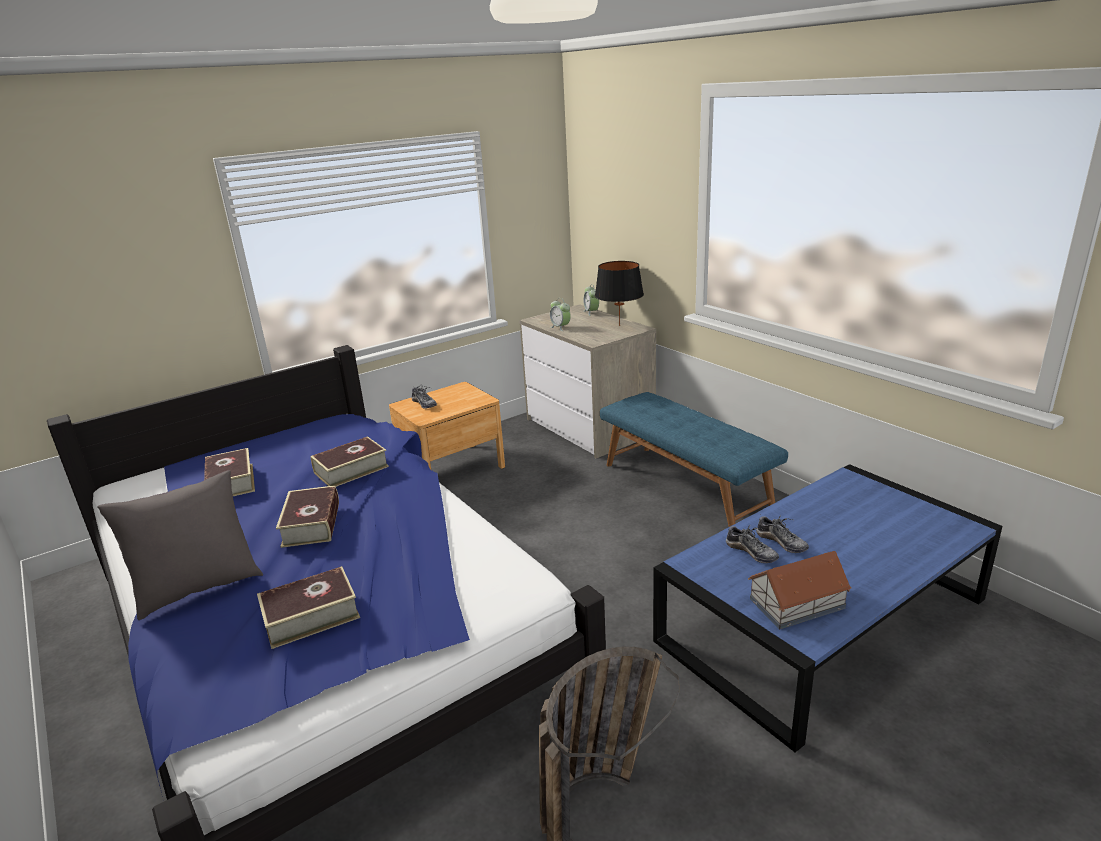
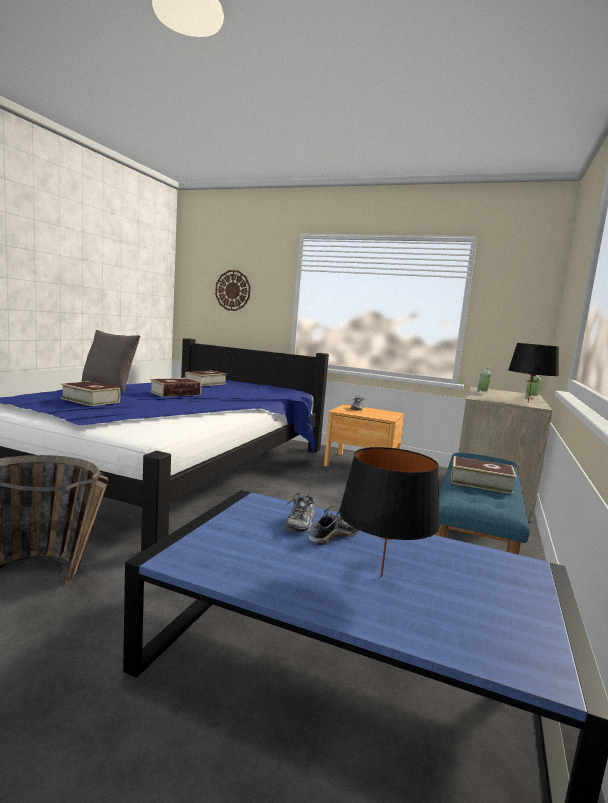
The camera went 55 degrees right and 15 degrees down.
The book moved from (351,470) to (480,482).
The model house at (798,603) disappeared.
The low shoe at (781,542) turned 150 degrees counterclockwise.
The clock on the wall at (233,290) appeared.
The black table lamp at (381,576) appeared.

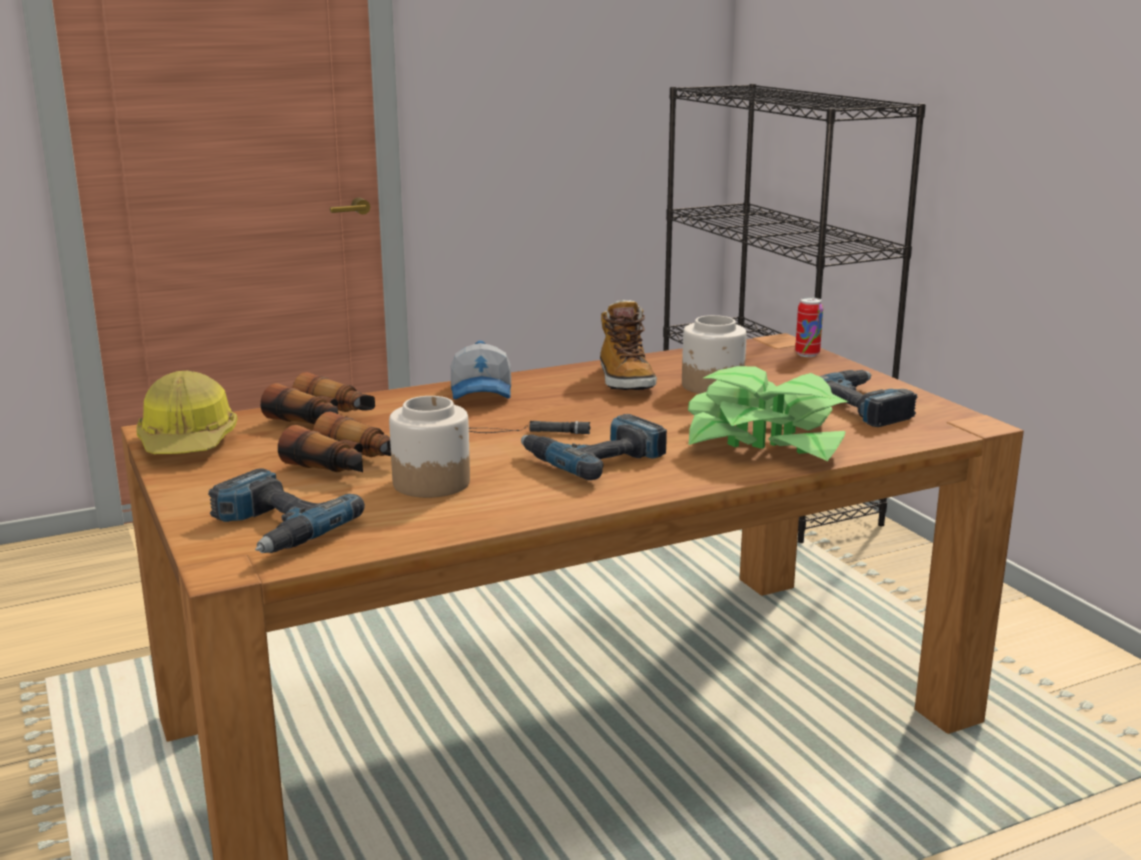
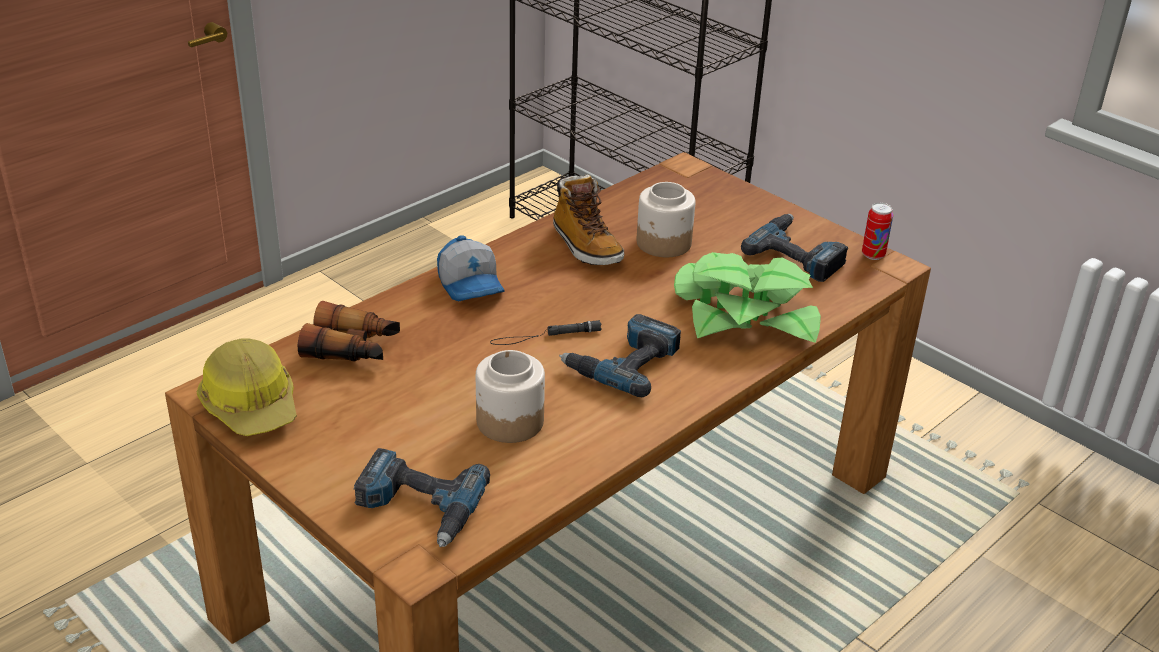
The camera went 20 degrees left and 15 degrees up.
The pair of binoculars at (346,465) disappeared.
The metal can moved from (807,354) to (873,255).

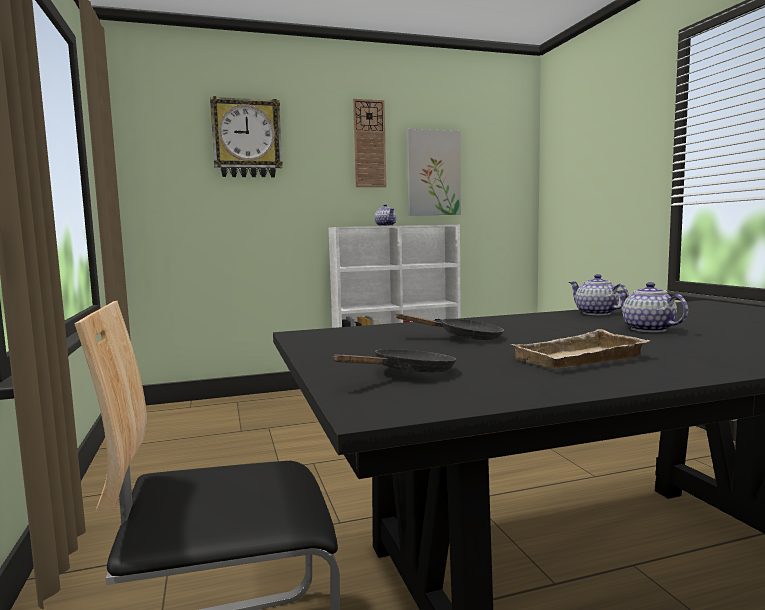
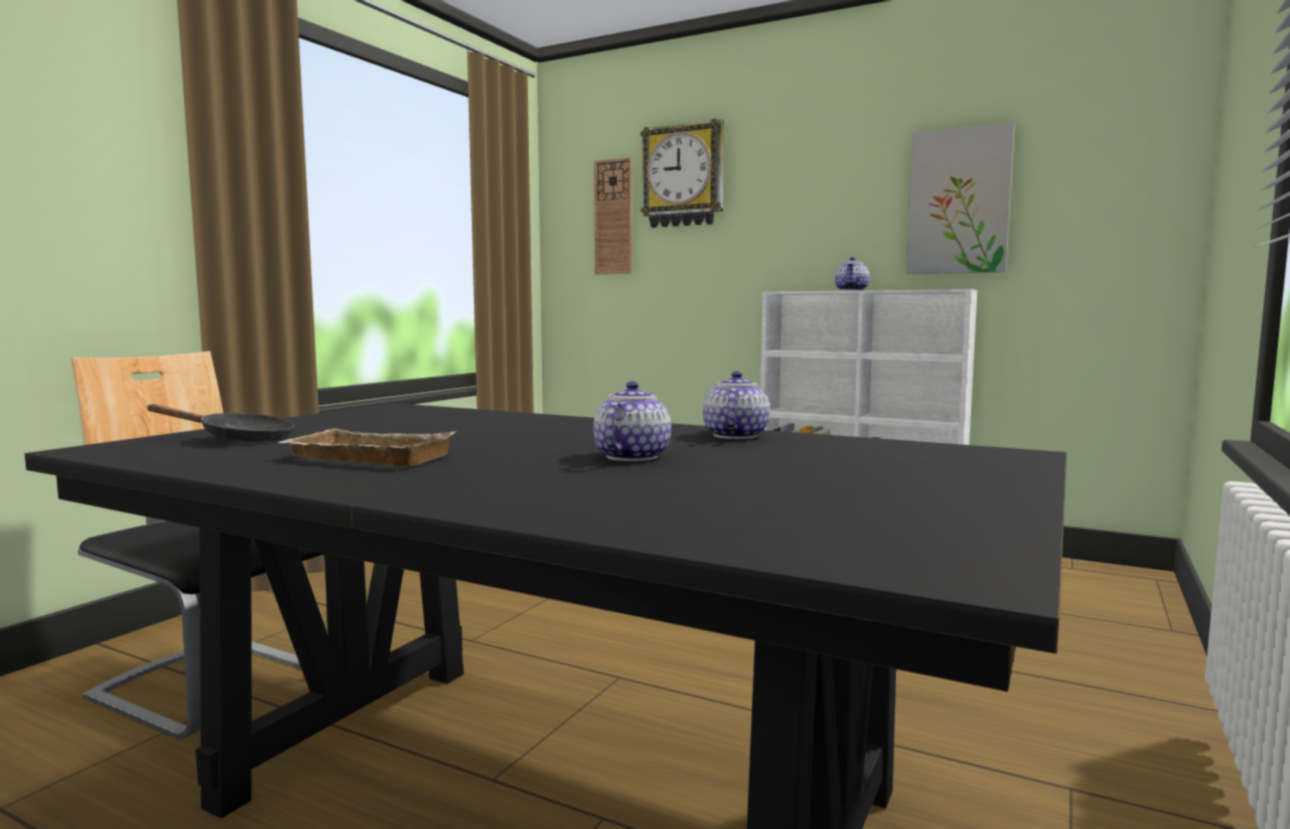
The camera went 45 degrees right and 0 degrees up.
The clock on the wall moved from (369,144) to (614,217).
The black frying pan at (464,338) disappeared.

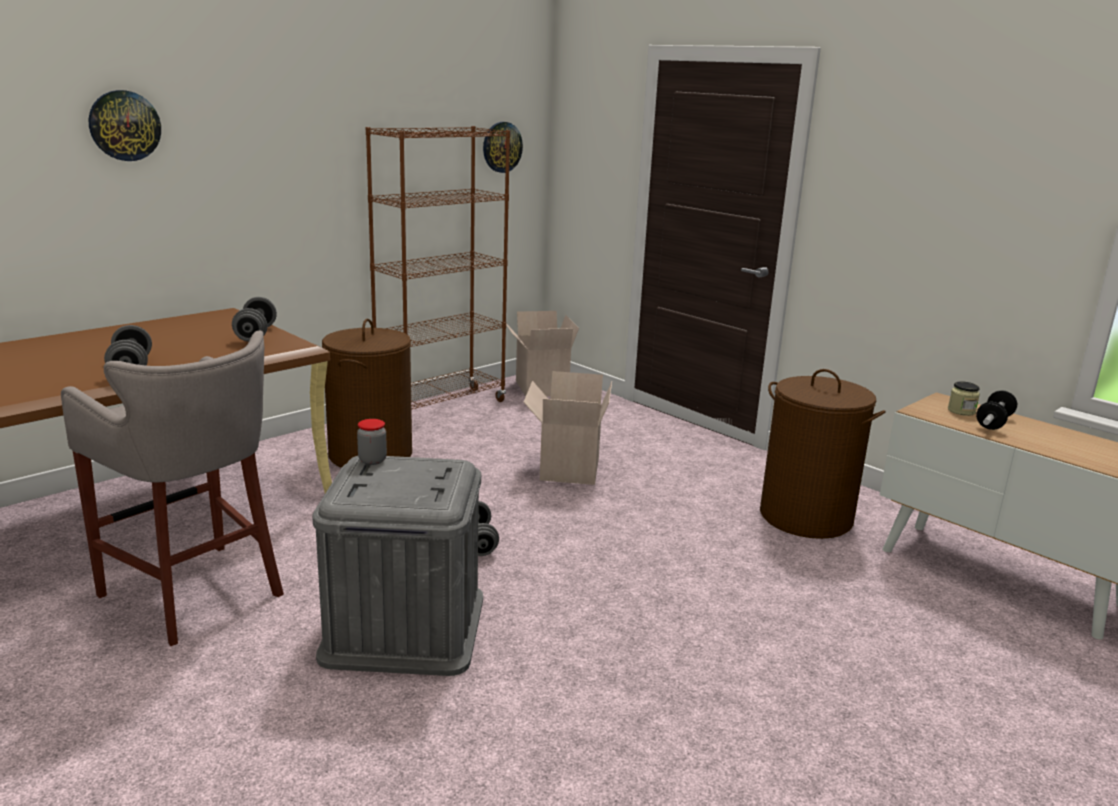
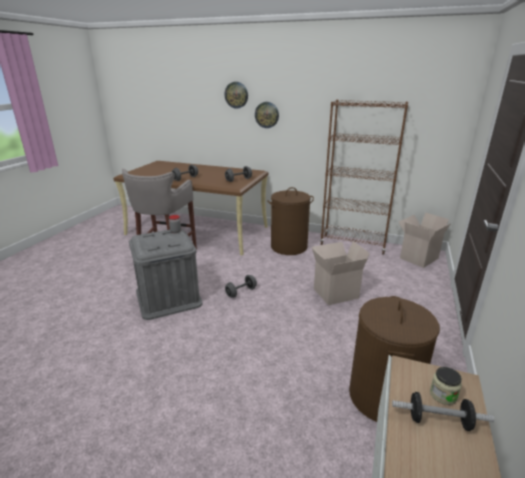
The camera went 65 degrees right and 5 degrees up.
The clock on the wall moved from (502,147) to (267,115).

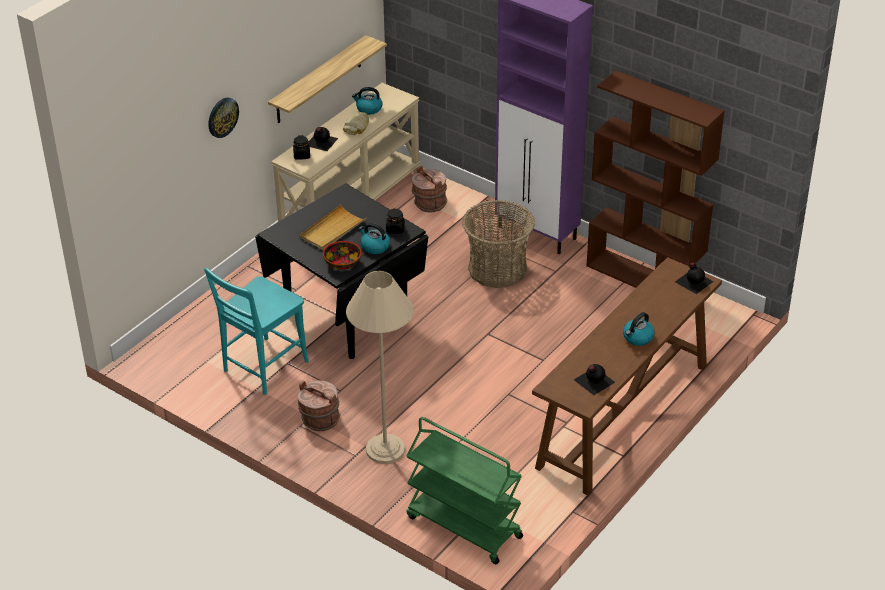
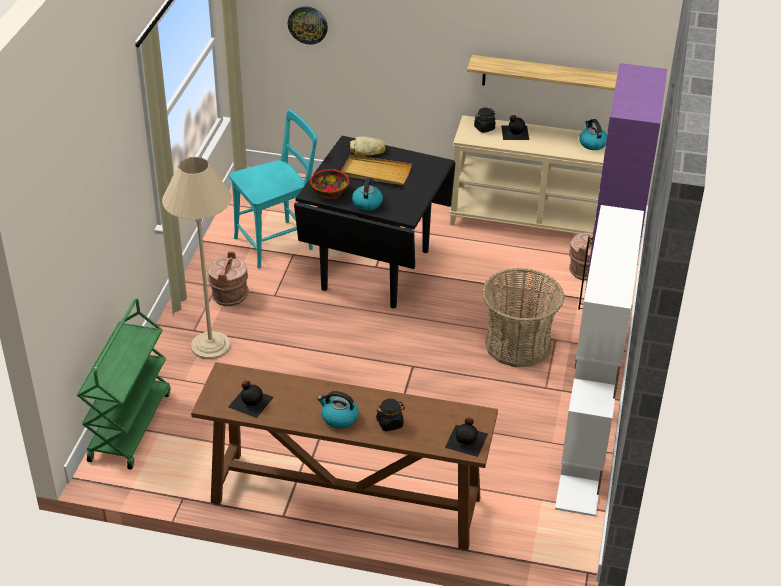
The camera went 65 degrees right and 0 degrees up.
The turquoise-coloured upright chair at (262,368) turned 135 degrees clockwise.
The clock on the wall moved from (222,117) to (308,24).
The bakery bread moved from (357,127) to (367,150).
The black jar moved from (395,229) to (390,423).
The brown shelving unit at (644,279) became the whitish shelving unit at (584,461).

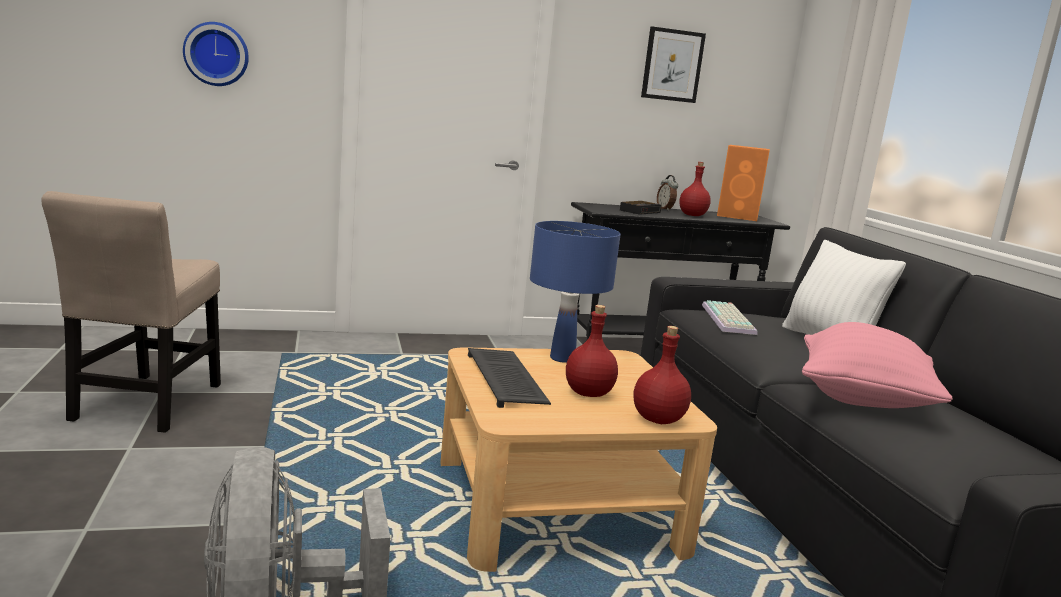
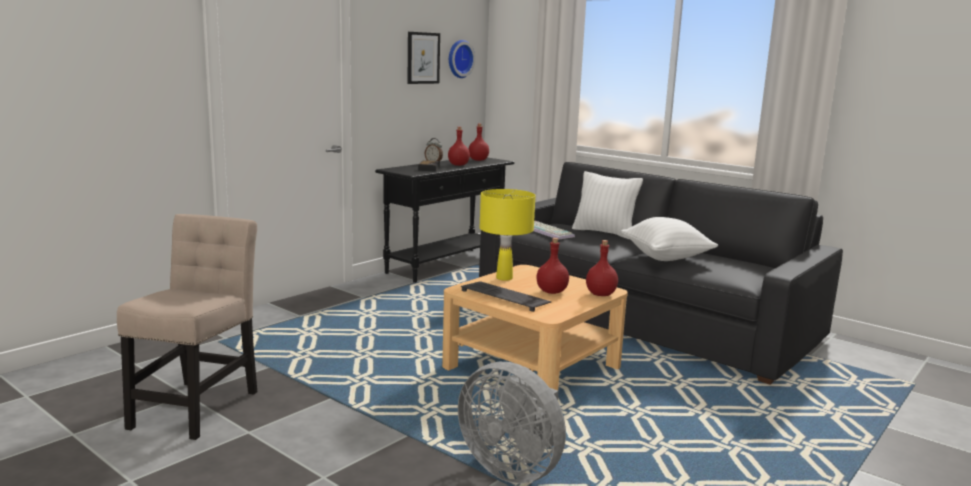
The camera went 35 degrees left and 0 degrees up.
The sand-coloured upright chair at (146,405) turned 135 degrees counterclockwise.
The clock on the wall moved from (216,54) to (459,59).
The bluish table lamp at (562,358) became the yellowish table lamp at (504,278).
The orange-coloured speaker at (738,216) was replaced by the red-coloured beverage bottle at (478,160).
The pinkish cushion at (862,400) became the whitish cushion at (665,258).

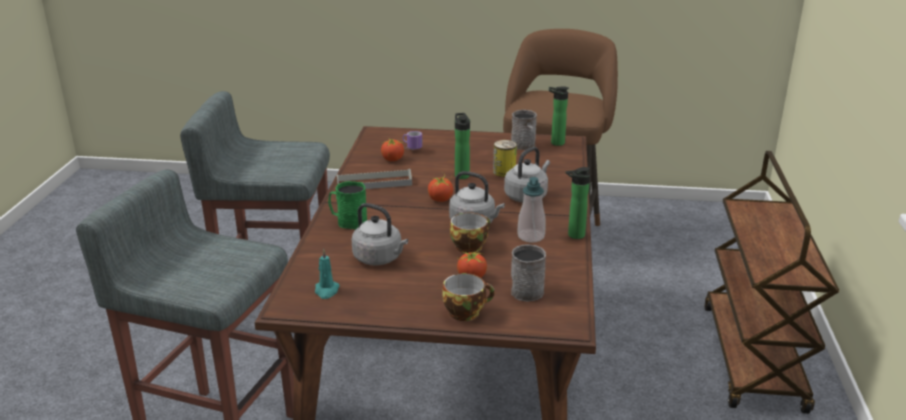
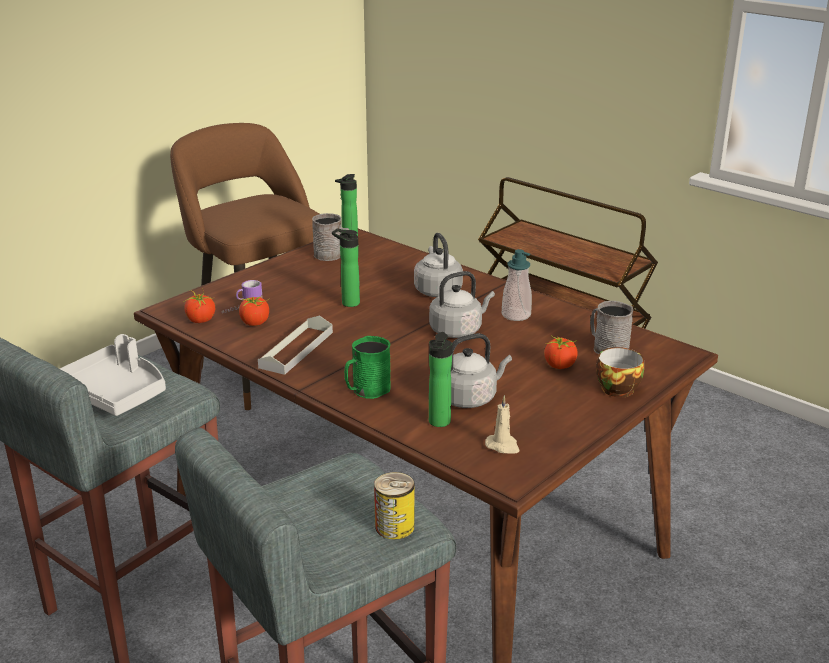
The camera went 55 degrees left and 0 degrees up.
The turquoise-coloured candle at (326,291) became the sand-coloured candle at (503,446).
The whole tomato moved from (440,199) to (200,320).
The small cup at (469,246) disappeared.
The metal can moved from (504,172) to (394,526).
The beverage bottle moved from (574,235) to (439,423).
The grey carrying tray at (115,392) appeared.

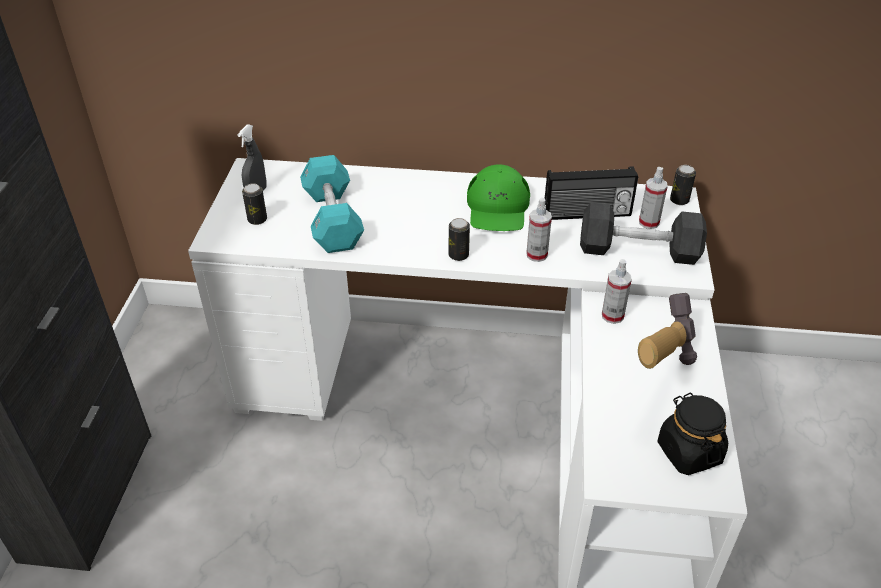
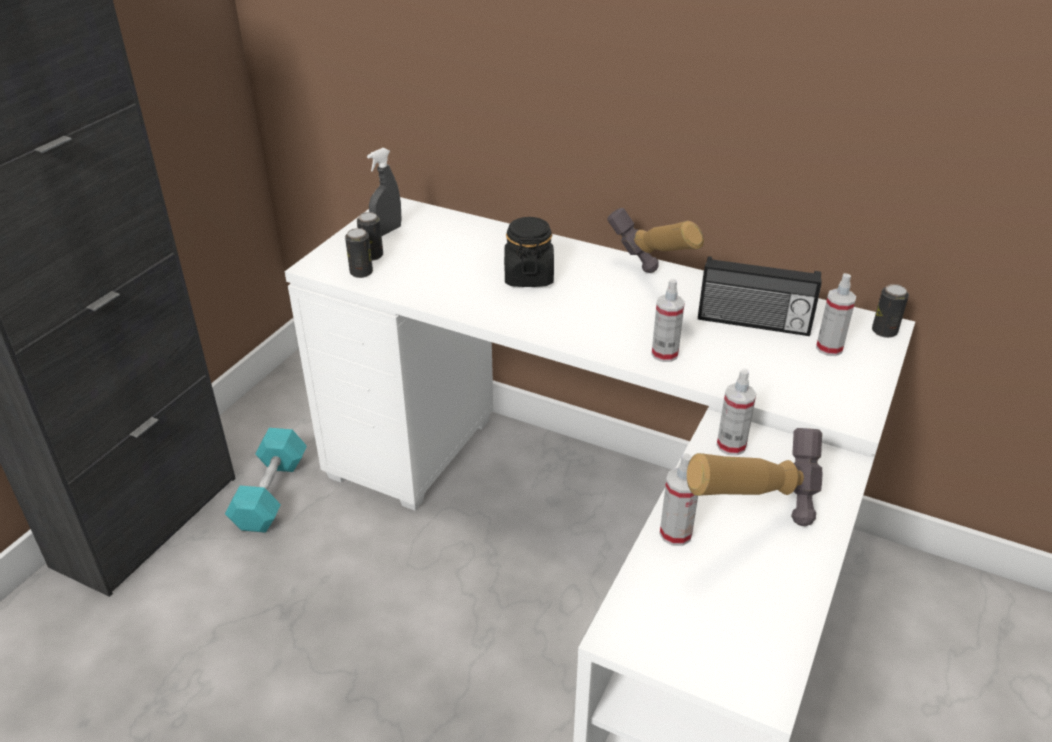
The camera went 20 degrees right and 5 degrees down.
The turquoise-coloured free weight moved from (332,219) to (271,493).
The metal can moved from (458,255) to (361,273).
The green-coloured peaked cap at (498,208) was replaced by the hand hammer at (646,295).
The black free weight at (638,251) disappeared.
The black jar moved from (689,452) to (528,276).
The sprayer at (675,534) appeared.

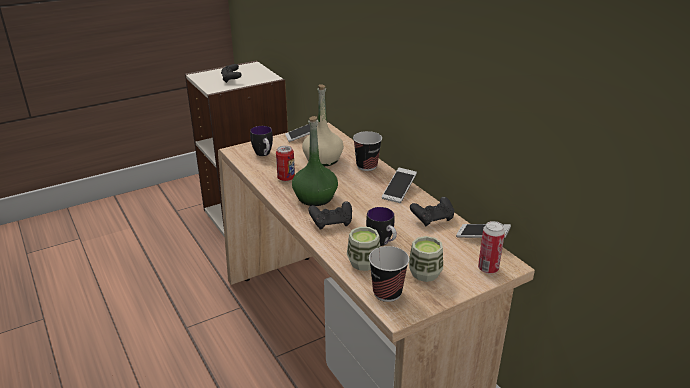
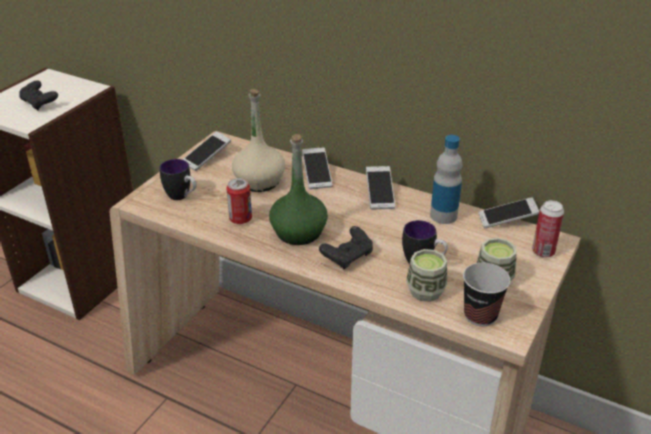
The camera went 30 degrees left and 5 degrees up.
The small cup at (367,166) was replaced by the telephone at (316,175).
The black game controller at (433,219) was replaced by the beverage bottle at (443,216).

